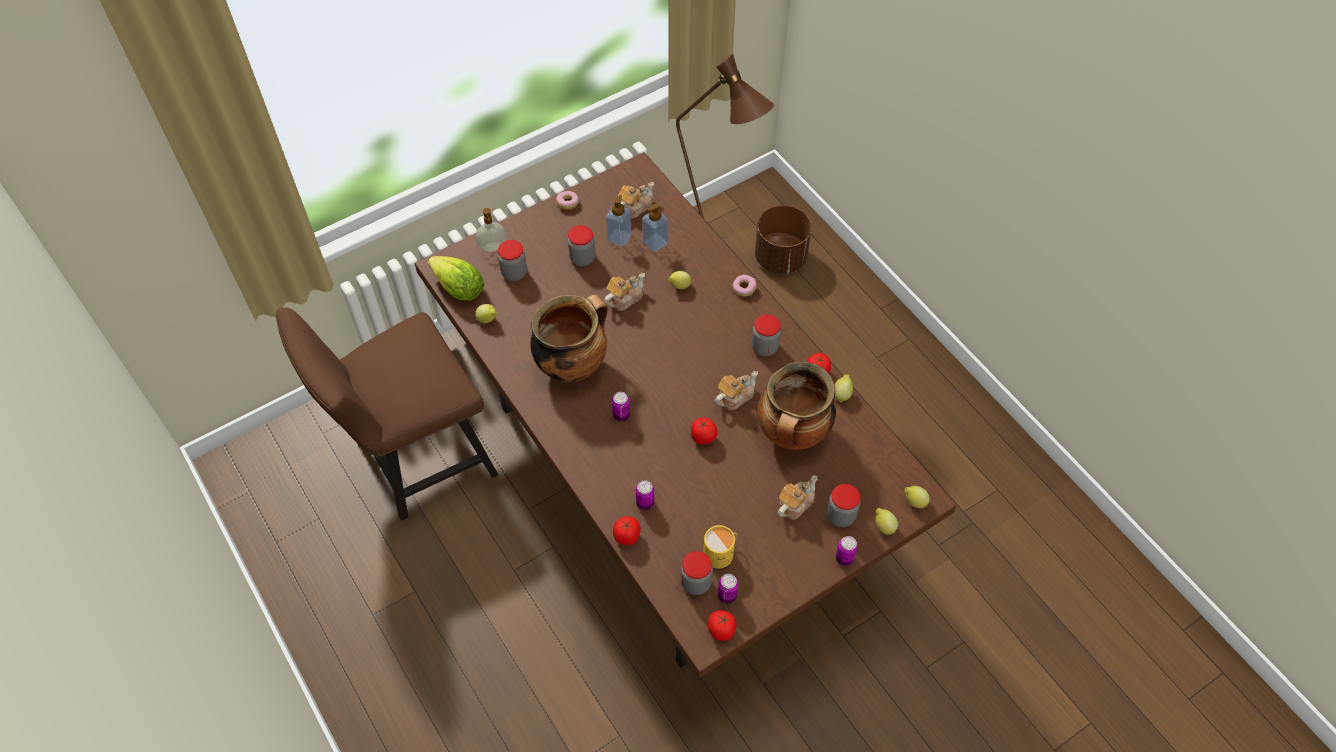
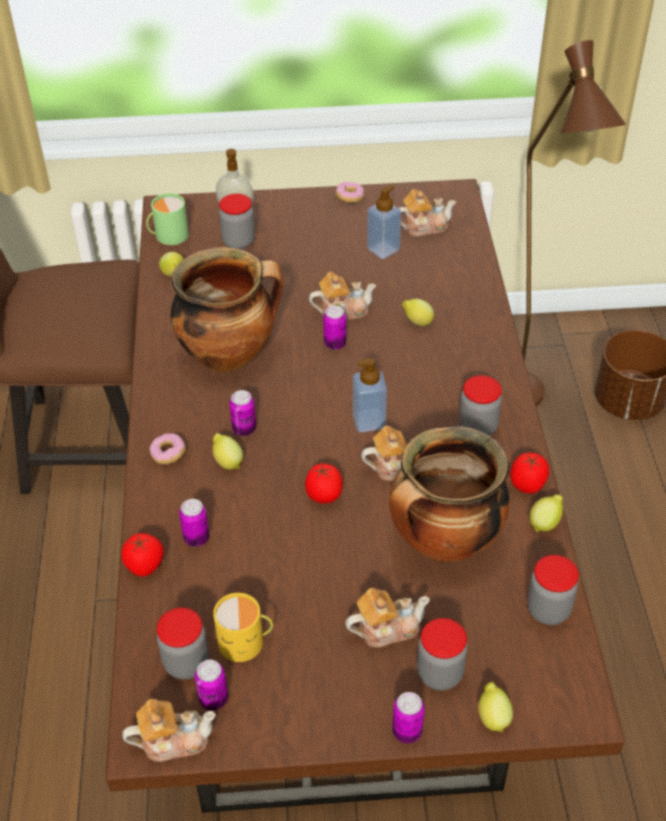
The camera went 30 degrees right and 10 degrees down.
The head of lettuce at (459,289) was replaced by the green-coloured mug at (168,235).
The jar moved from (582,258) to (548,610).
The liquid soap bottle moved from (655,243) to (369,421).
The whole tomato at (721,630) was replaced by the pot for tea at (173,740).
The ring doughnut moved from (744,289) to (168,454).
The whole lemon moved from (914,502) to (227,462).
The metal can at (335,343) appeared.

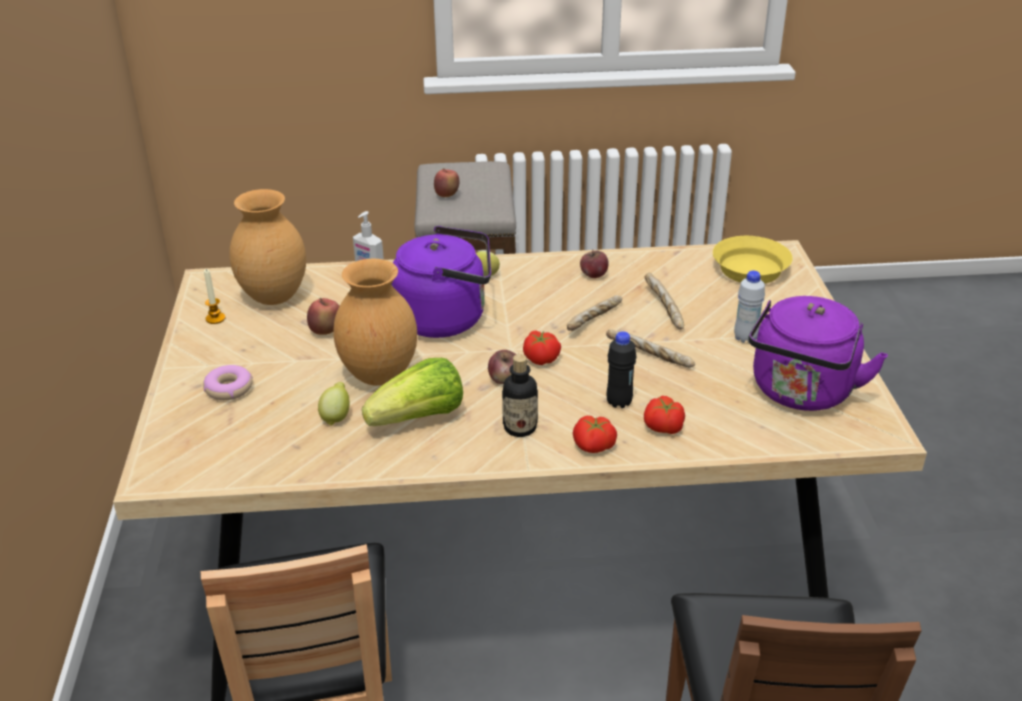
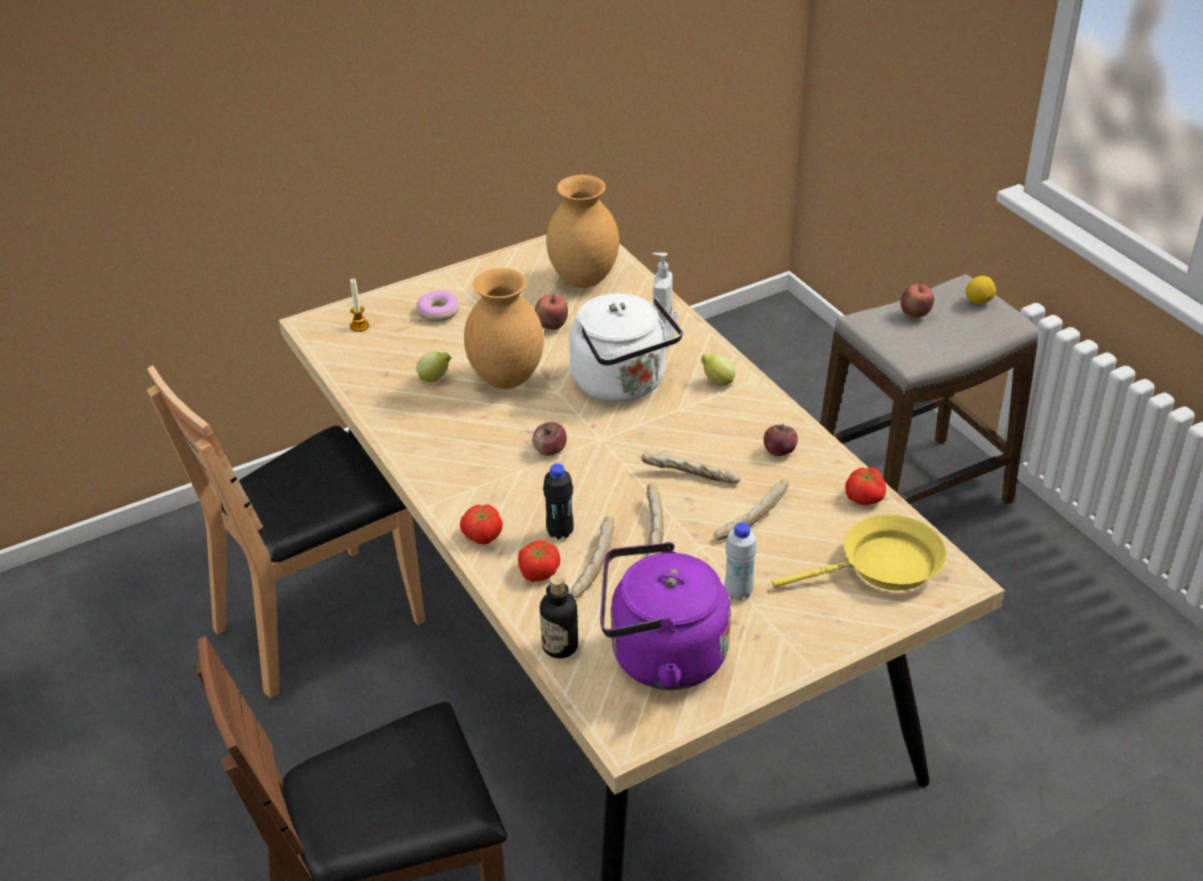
The camera went 65 degrees right and 5 degrees up.
The candle moved from (215,318) to (359,326).
The head of lettuce at (419,418) disappeared.
The purple water kettle at (446,318) became the whitish water kettle at (623,384).
The beverage bottle moved from (520,428) to (560,646).
The whole tomato moved from (541,358) to (865,497).
The bakery bread at (592,564) appeared.
The whole lemon at (978,301) appeared.

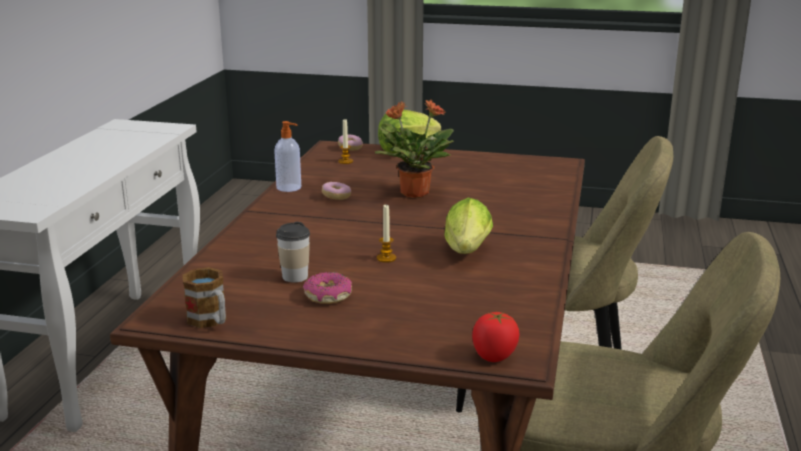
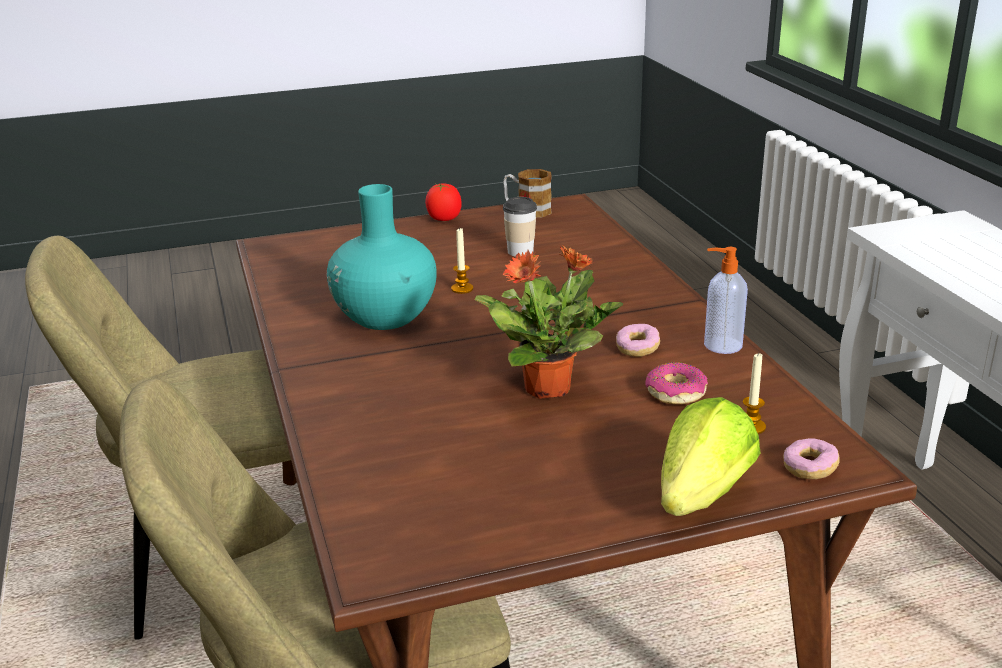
The camera went 150 degrees right and 5 degrees up.
The ring doughnut moved from (328,296) to (675,393).
The head of lettuce at (467,253) was replaced by the turquoise-coloured vase at (385,317).
The whole tomato moved from (494,356) to (444,219).

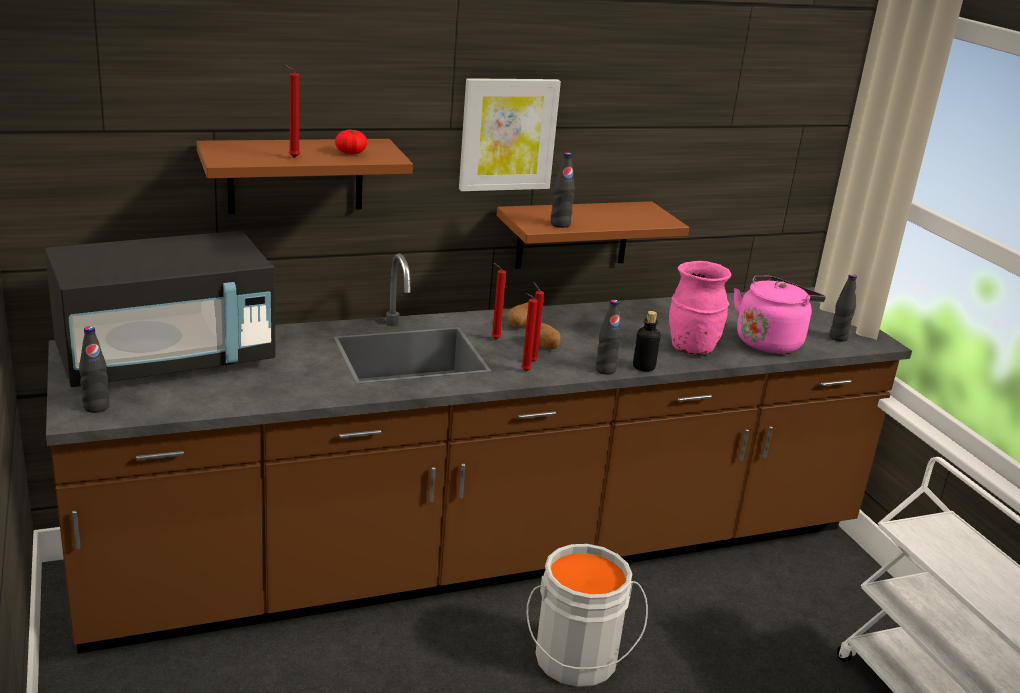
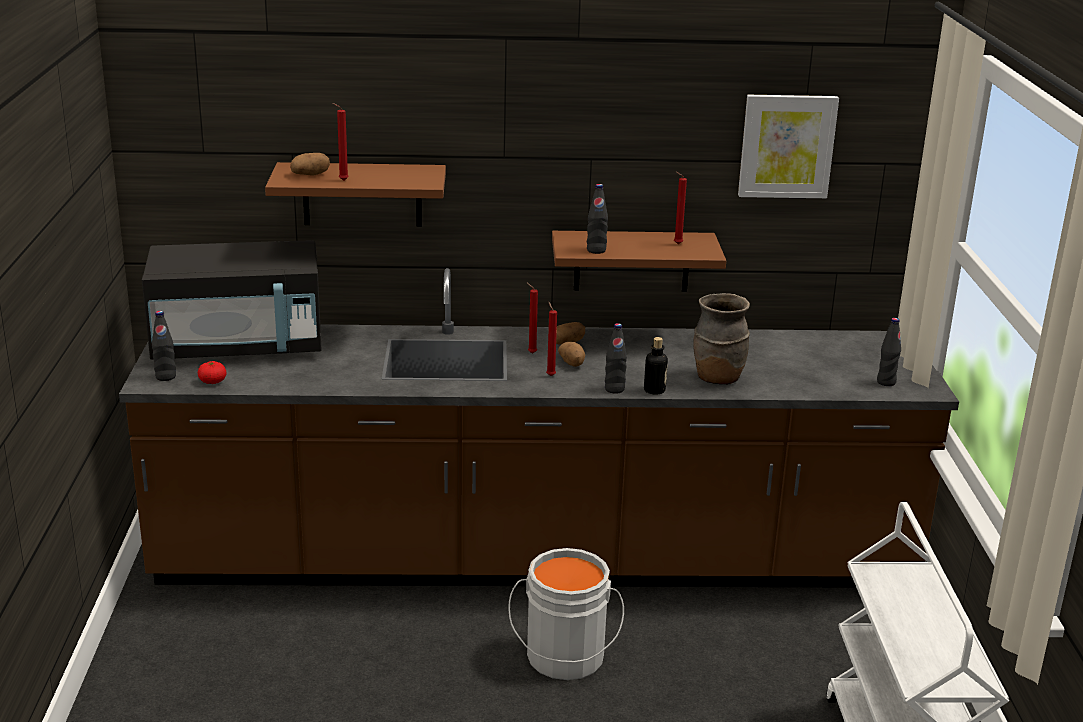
The camera went 20 degrees right and 0 degrees up.
The whole tomato moved from (351,153) to (212,381).
The wall art moved from (507,134) to (787,146).
The red-coloured candle moved from (524,371) to (676,244).
The pinkish vase at (691,349) became the brown vase at (717,378).
The pinkish water kettle at (770,342) disappeared.
The spud at (310,174) appeared.

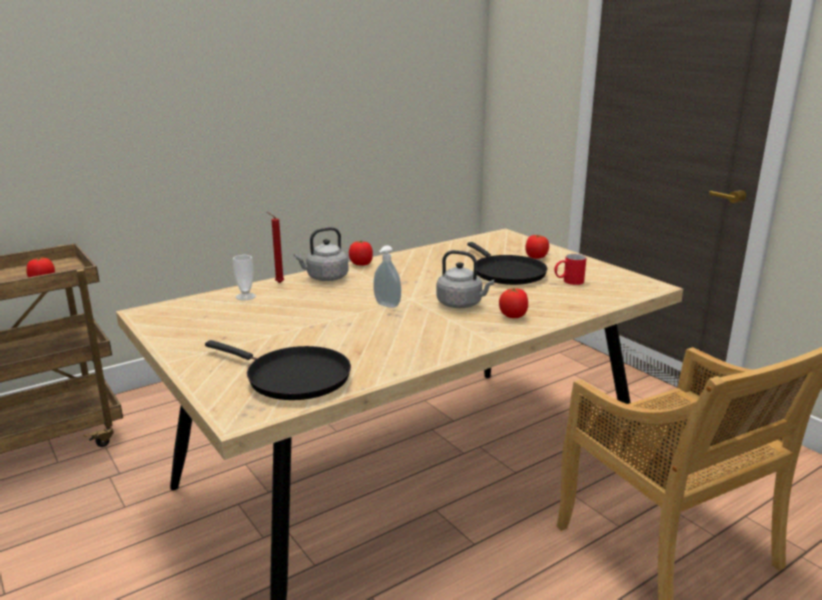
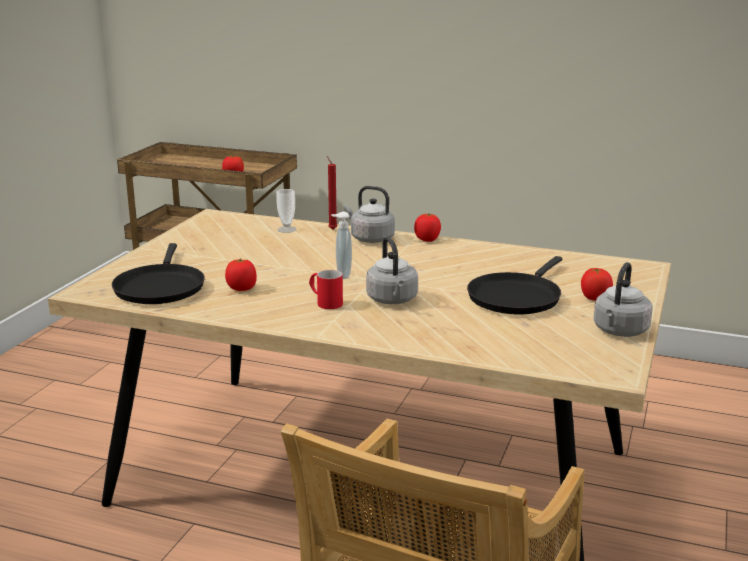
The camera went 55 degrees right and 0 degrees up.
The whole tomato moved from (513,316) to (242,289).
The red-coloured mug moved from (568,282) to (325,302).
The grey water kettle at (619,331) appeared.

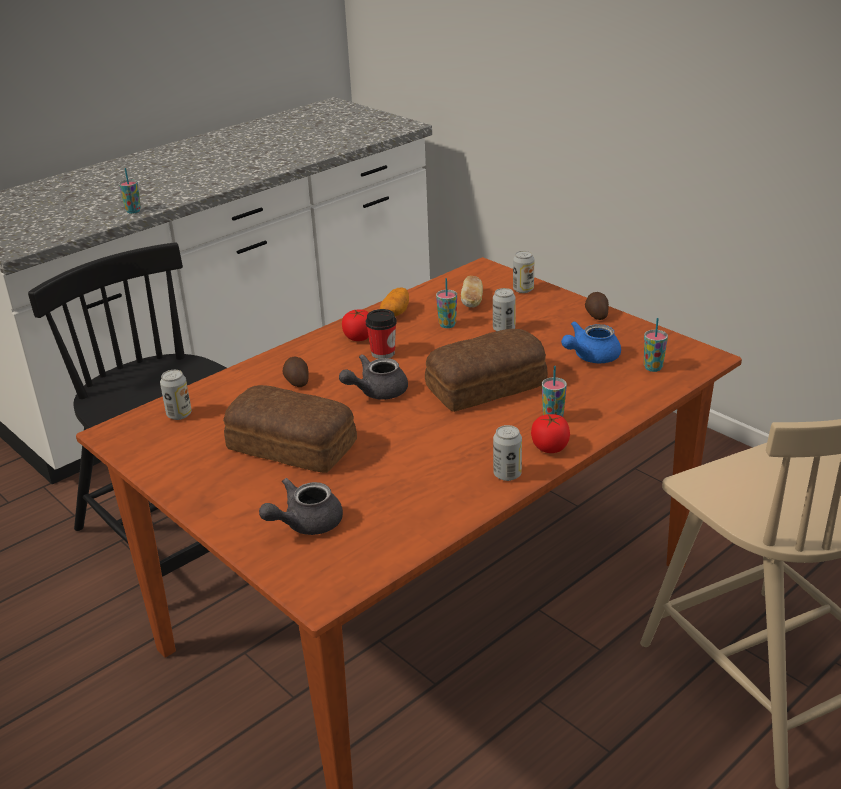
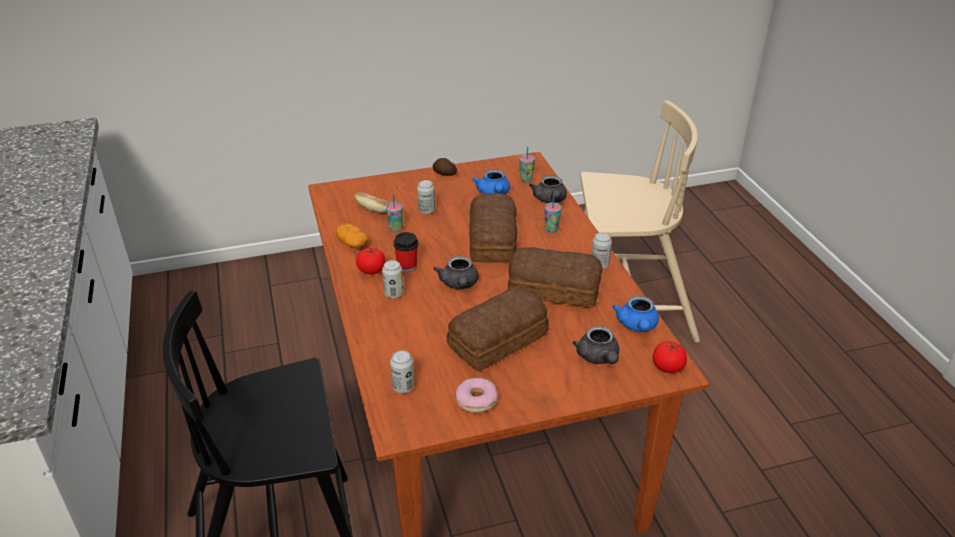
The camera went 65 degrees left and 5 degrees up.
The small cup at (133,211) disappeared.
The spud at (297,381) disappeared.
The metal can moved from (523,289) to (393,293).
The whole tomato moved from (550,447) to (668,367).
The ring doughnut at (476,400) appeared.
The bakery bread at (552,288) appeared.
The grey pot for tea at (550,200) appeared.
The bluish pot for tea at (637,326) appeared.

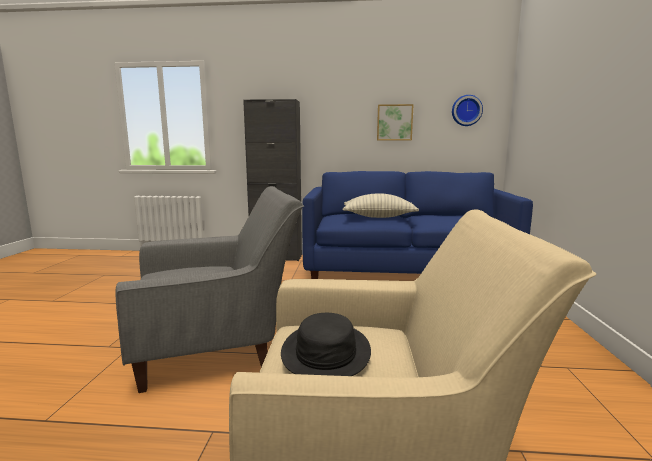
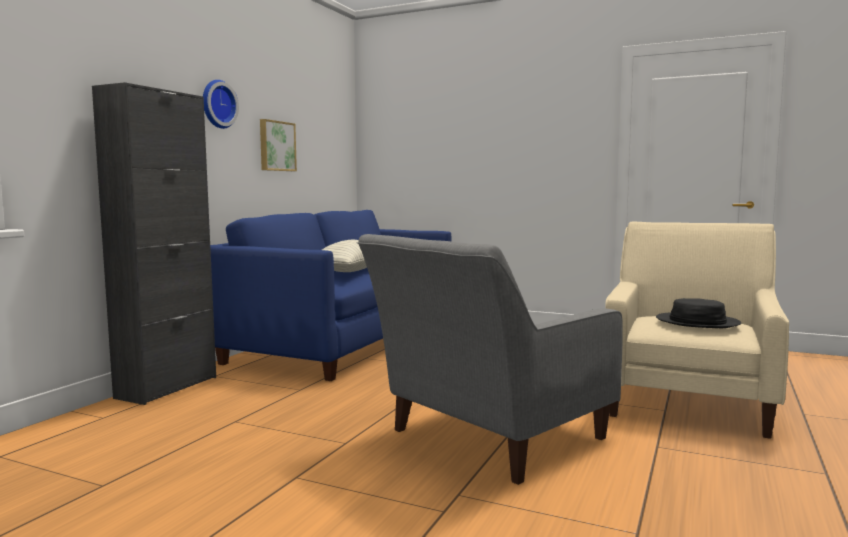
The camera went 70 degrees left and 5 degrees down.
The grey easy chair at (219,346) turned 135 degrees counterclockwise.
The clock on the wall moved from (466,110) to (217,104).

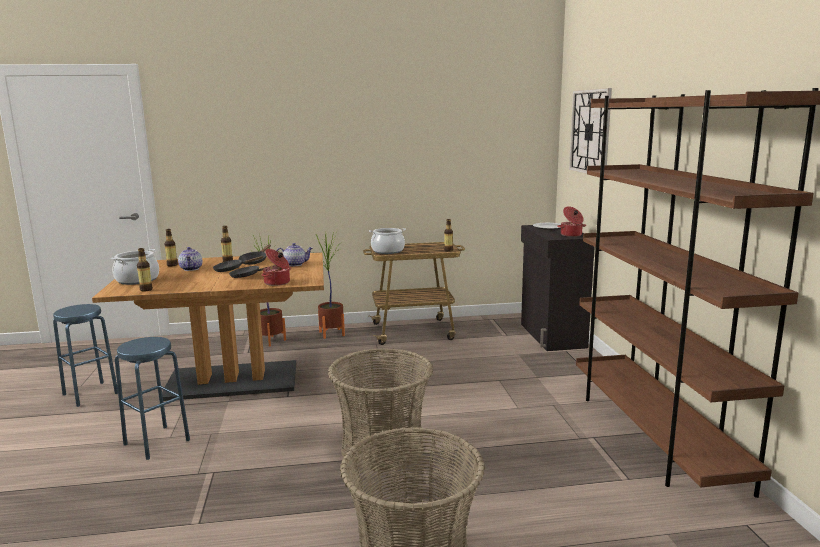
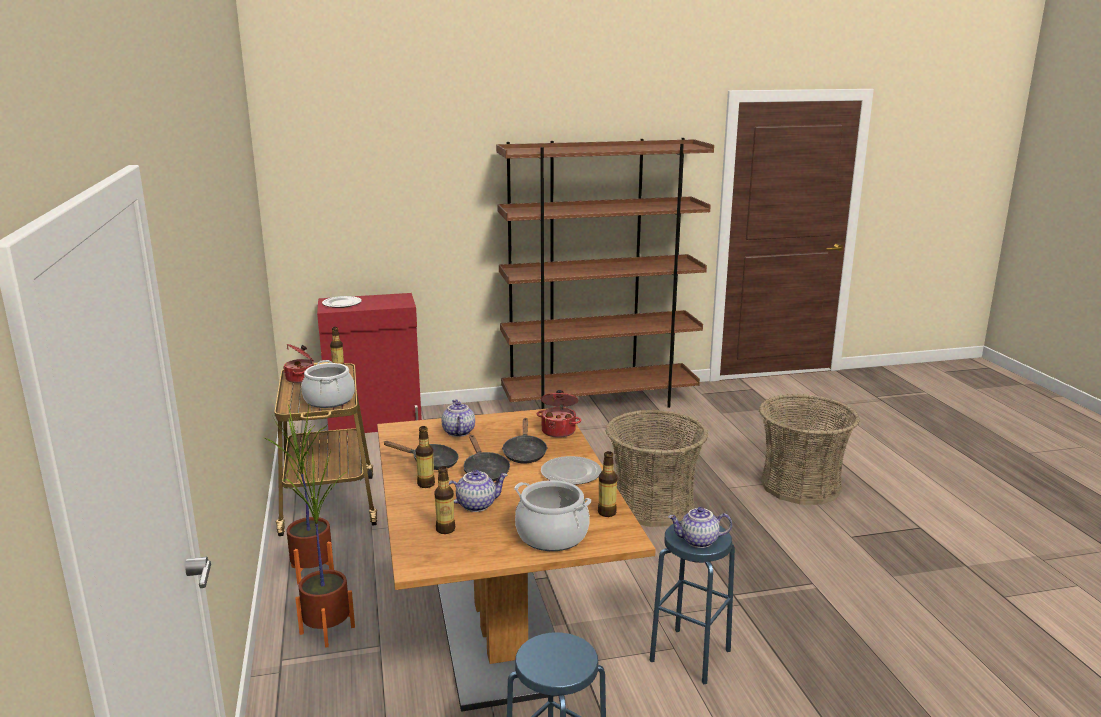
The camera went 95 degrees left and 5 degrees up.
The black cupboard at (551,336) became the red-coloured cupboard at (376,422).
The stockpot moved from (571,235) to (301,378).
The clock on the wall at (590,132) disappeared.
The flat dish at (571,473) appeared.
The pot for tea at (698,541) appeared.

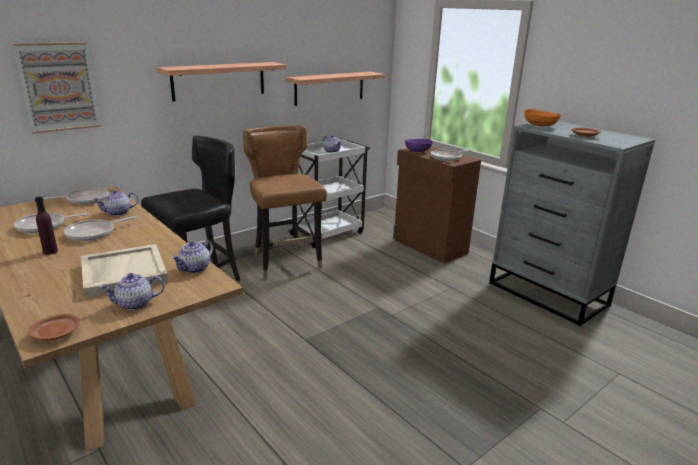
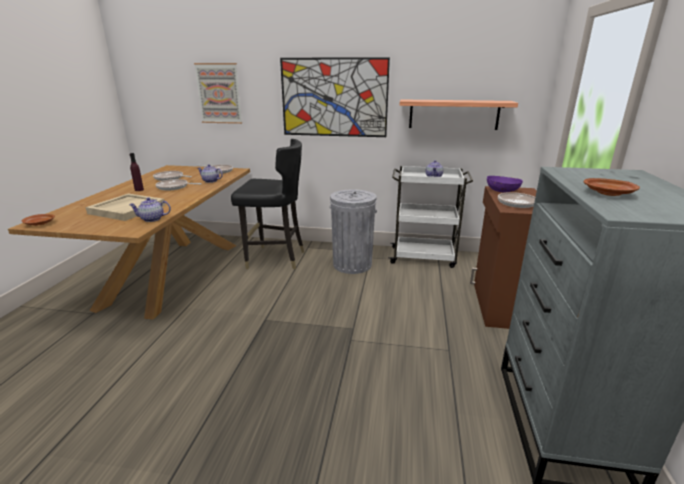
The camera went 50 degrees right and 0 degrees up.
The pot for tea at (135,304) disappeared.
The bracket shelf at (219,80) was replaced by the wall art at (334,98).
The brown upright chair at (285,262) was replaced by the grey waste bin at (352,264).
The orange-coloured bowl at (540,126) disappeared.

